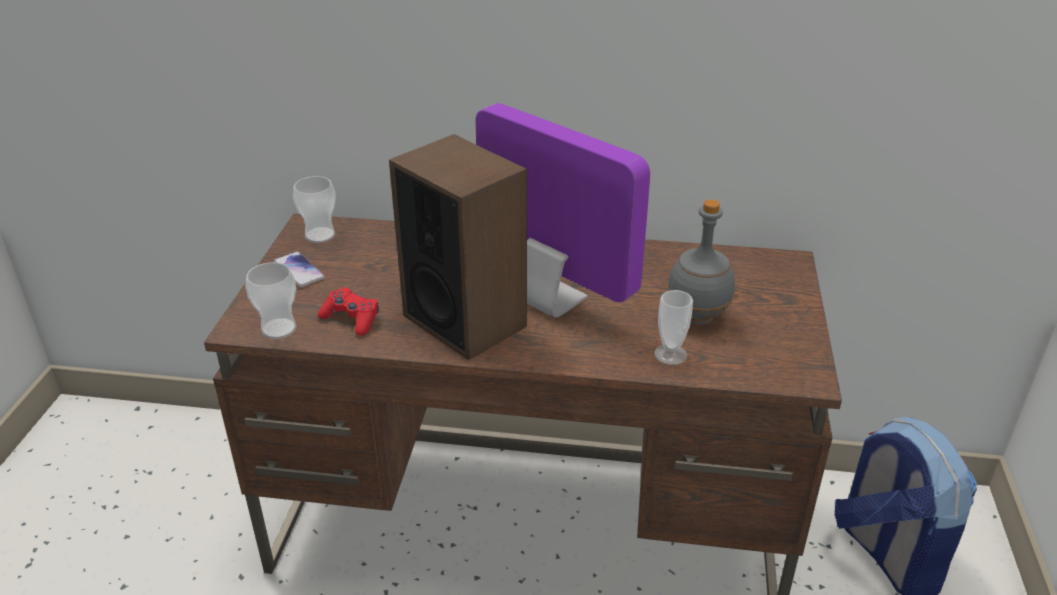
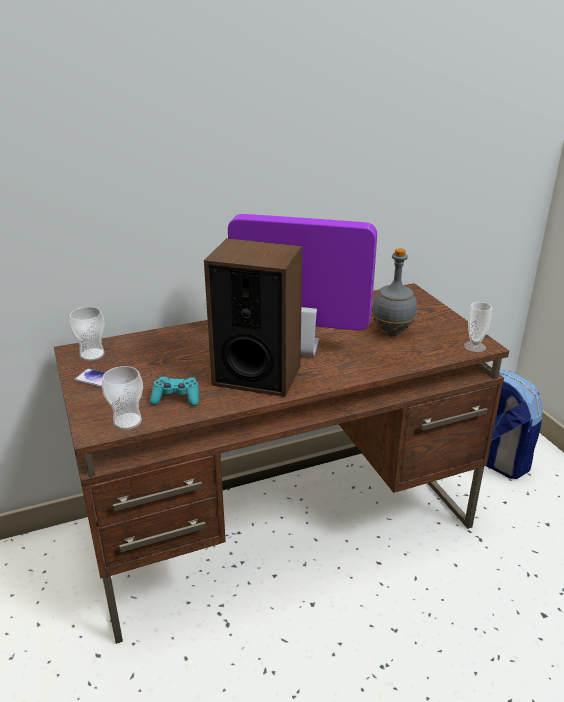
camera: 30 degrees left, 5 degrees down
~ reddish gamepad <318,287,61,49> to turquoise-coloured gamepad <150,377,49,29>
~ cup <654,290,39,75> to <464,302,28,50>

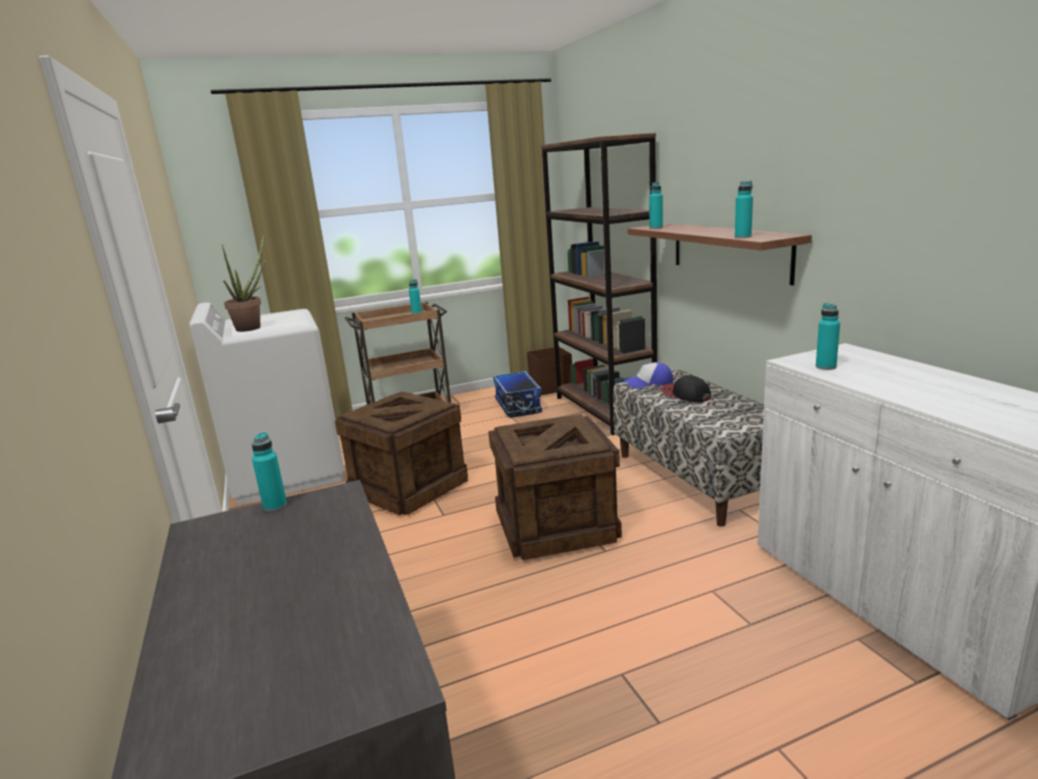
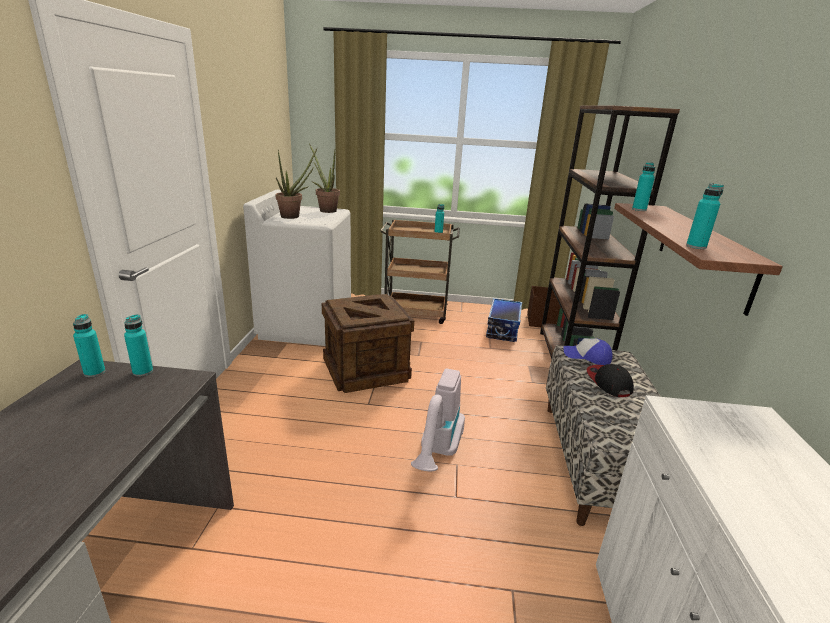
camera: 25 degrees right, 5 degrees up
~ turquoise-coloured bottle <816,303,24,67> to <73,314,32,63>
+ plant in a pot <309,143,31,70>
~ packing crate <488,414,134,146> to vacuum <411,369,54,102>

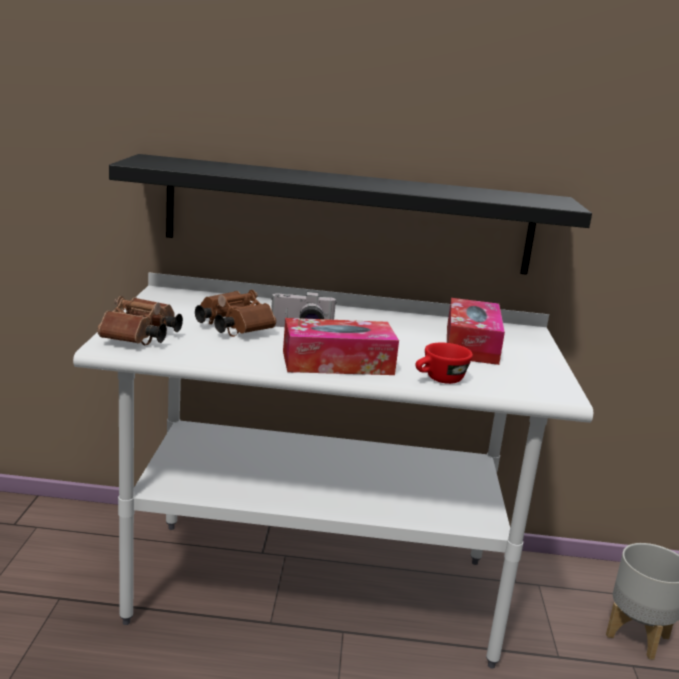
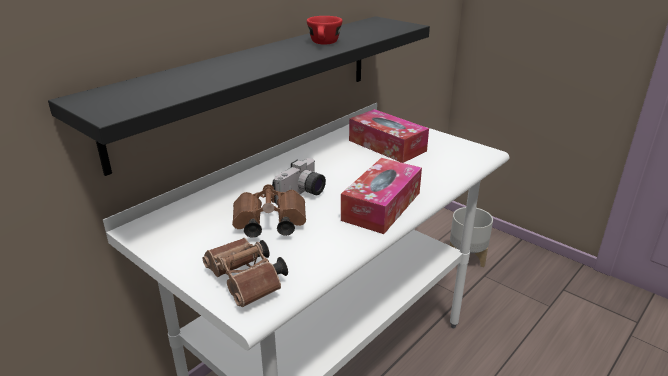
camera: 50 degrees left, 10 degrees up
~ reddish cup <416,343,57,41> to <307,16,35,29>

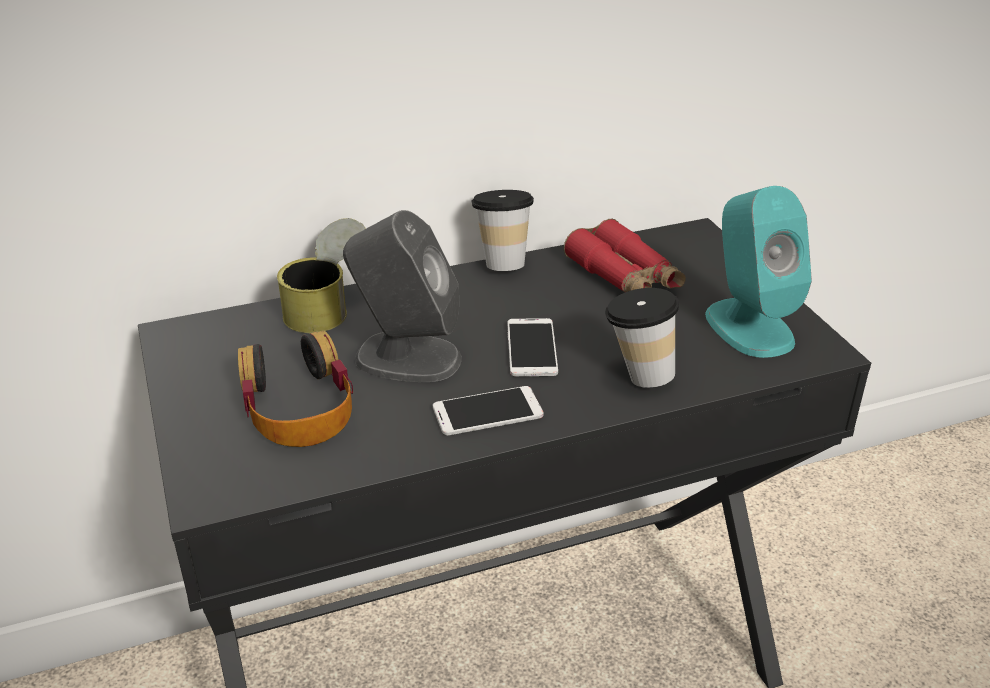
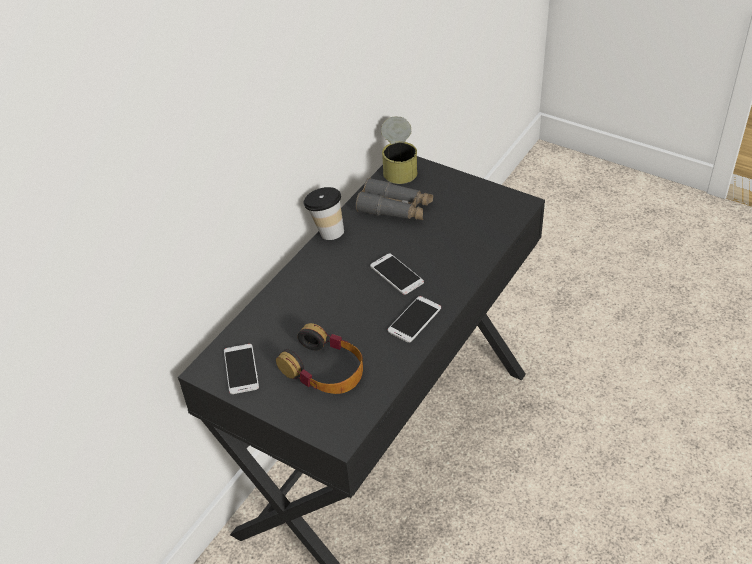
camera: 35 degrees left, 10 degrees up
+ handset <224,344,35,50>
~ reddish field glasses <564,219,122,73> to grey field glasses <356,178,77,42>
~ sealed can <277,218,89,115> to <381,116,36,68>
- grey loudspeaker <343,210,119,172>
- cup <605,288,74,100>
- turquoise-coloured loudspeaker <705,186,107,172>

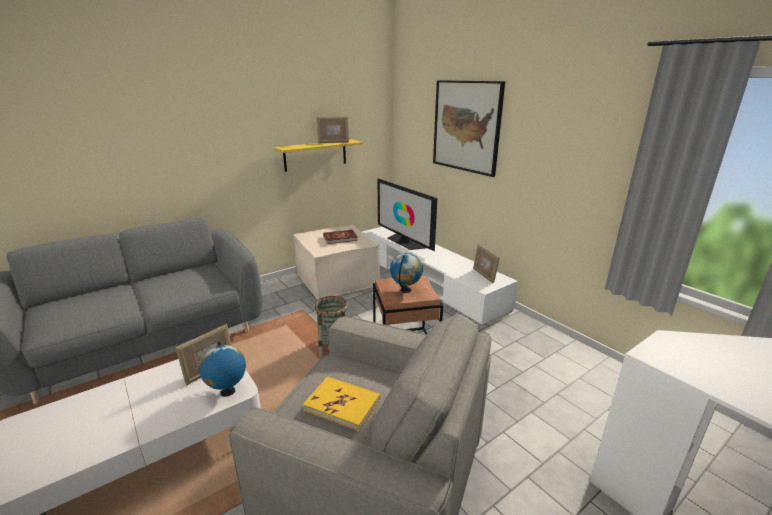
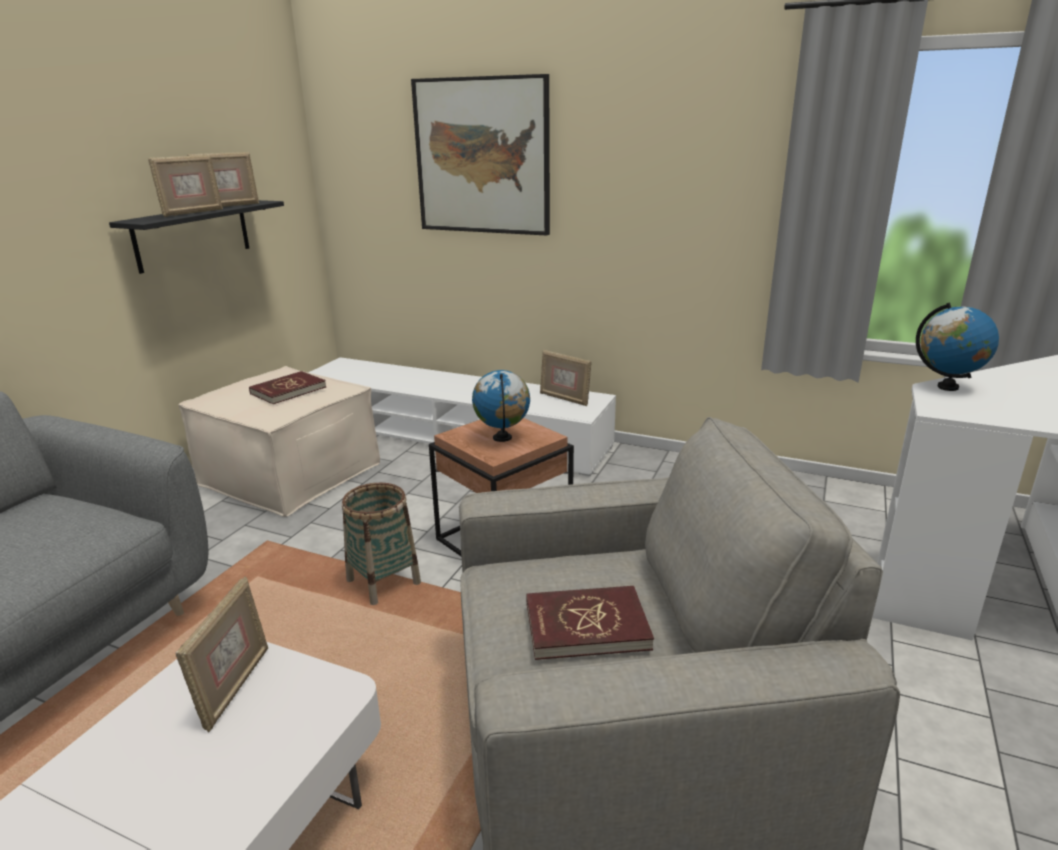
camera: 30 degrees left, 0 degrees up
~ yellowish shelf <273,140,90,32> to blackish shelf <109,200,175,74>
+ picture frame <148,155,75,62>
~ yellowish book <303,377,77,54> to reddish book <527,586,127,74>
~ globe <200,342,46,55> to <916,302,83,89>
- television <378,178,59,73>

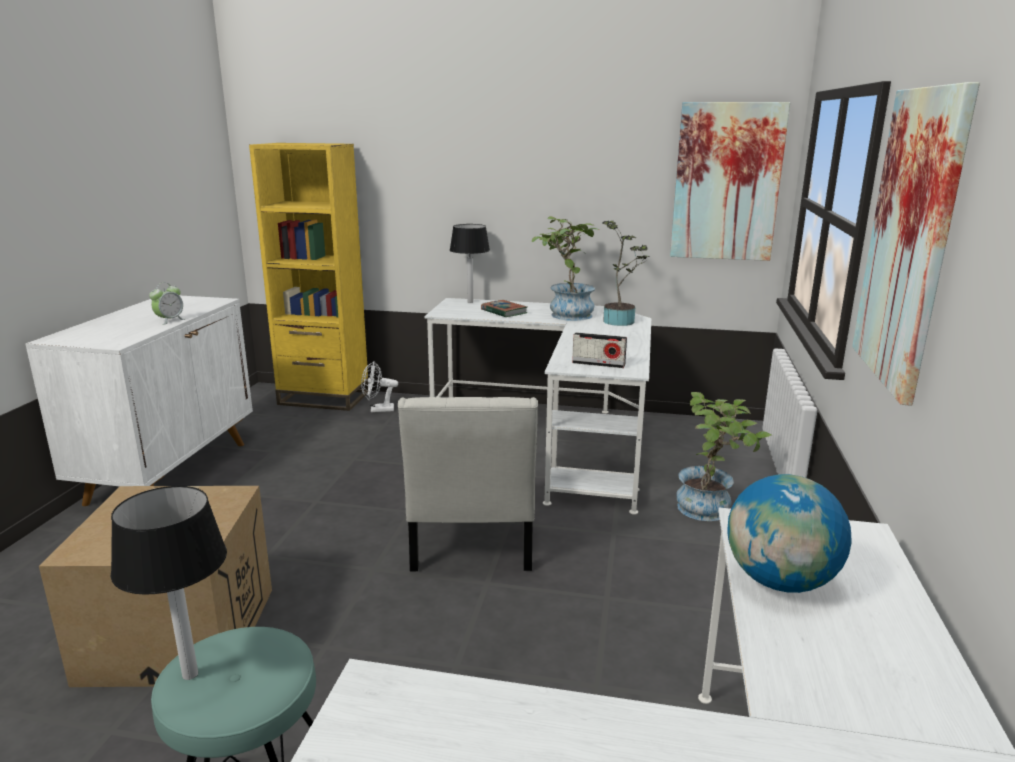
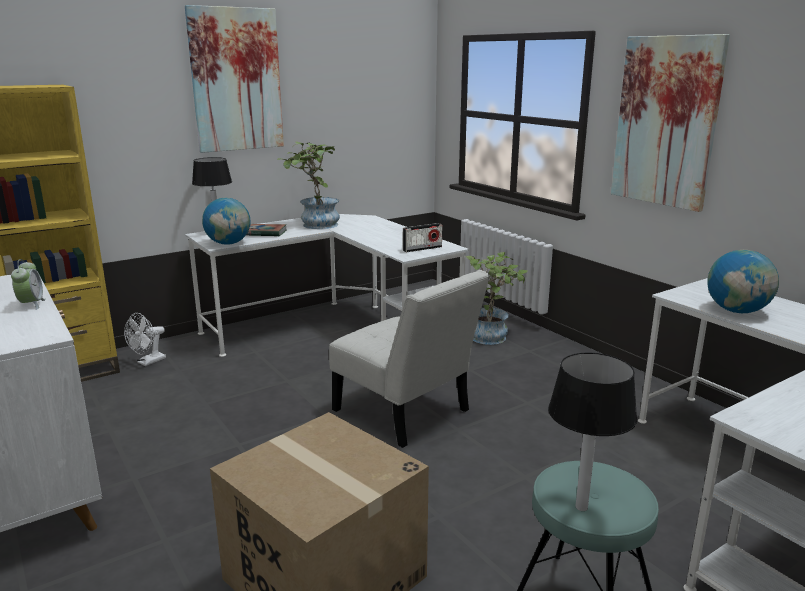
camera: 45 degrees left, 0 degrees up
~ wall picture <670,102,120,159> to <185,5,99,148>
+ globe <202,198,49,47>
- plant in a pot <603,221,48,105>

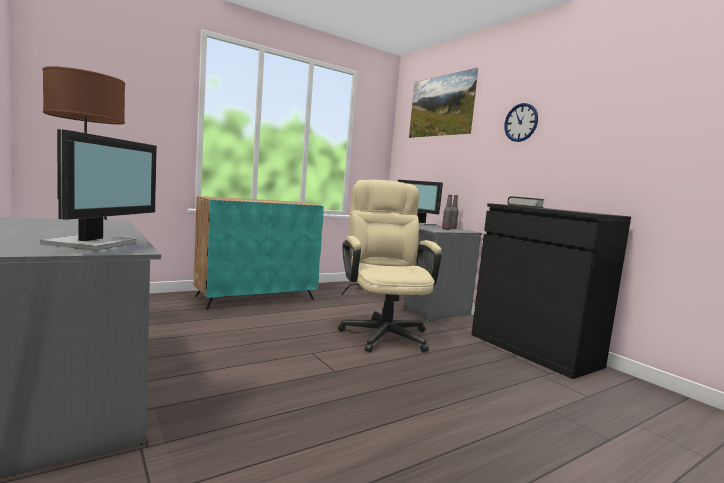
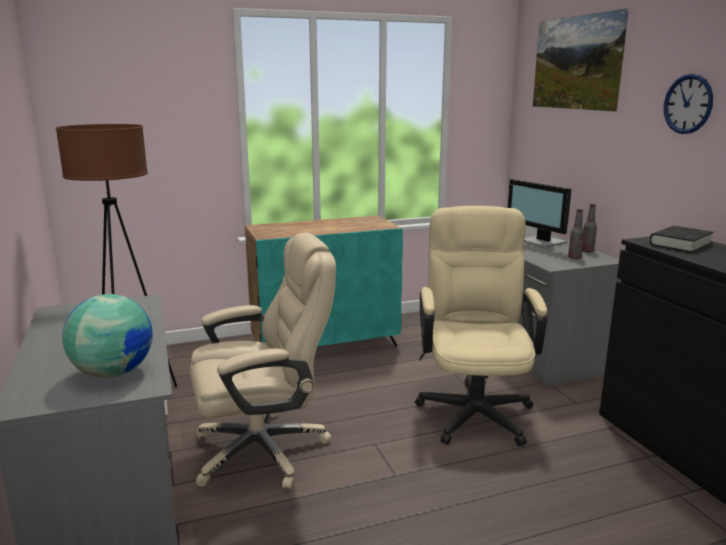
camera: 15 degrees right, 10 degrees up
~ computer display <40,129,117,121> to globe <62,294,90,84>
+ beige-coloured desk chair <190,232,146,257>

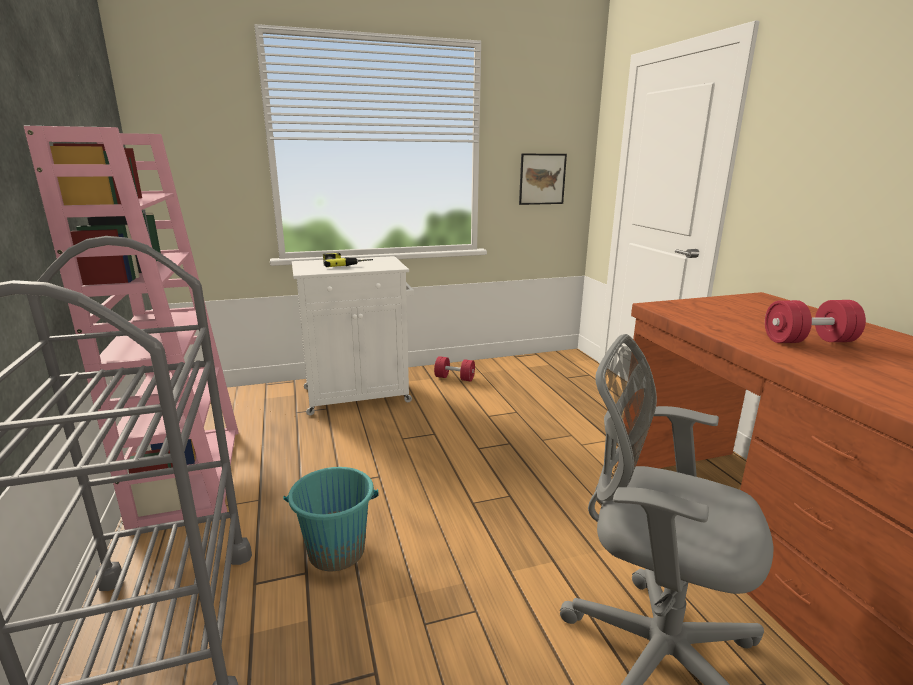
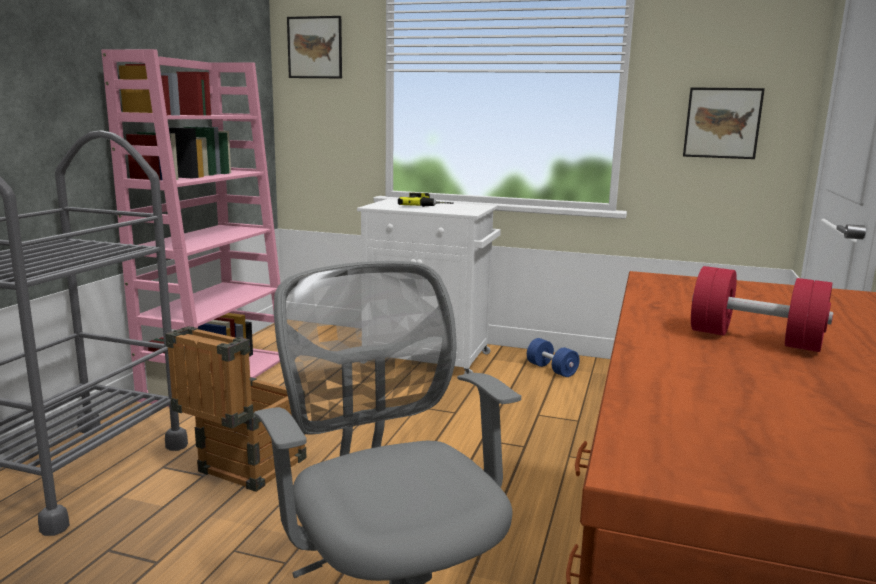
camera: 35 degrees right, 5 degrees down
~ turquoise-coloured water bucket <284,467,94,104> to packing crate <165,326,141,166>
+ wall picture <287,16,55,62>
~ reddish dumbbell <434,356,41,25> to bluish dumbbell <527,338,53,39>

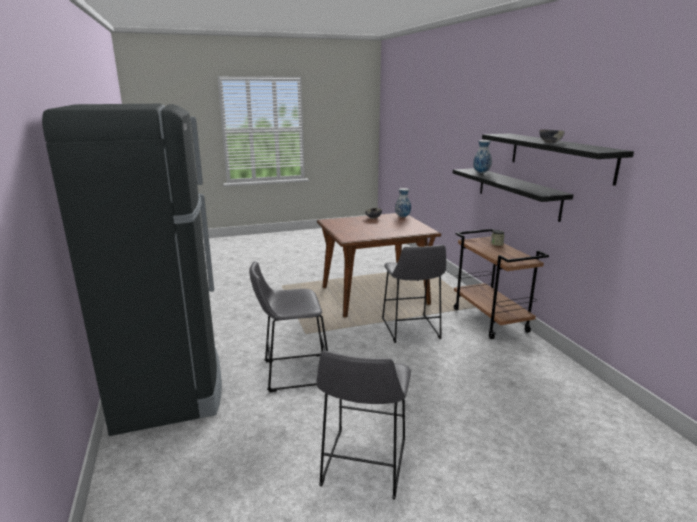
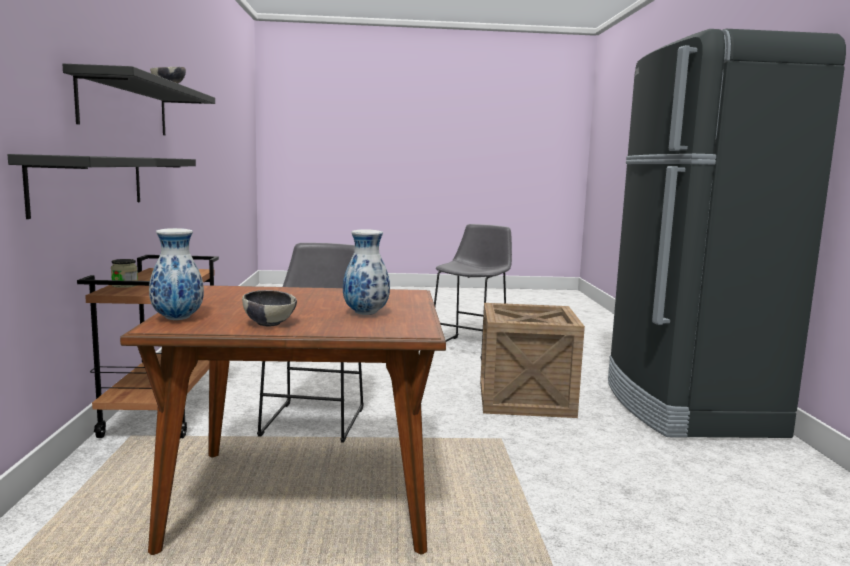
camera: 165 degrees left, 10 degrees down
~ flower vase <473,140,19,33> to <343,229,47,86>
~ grey sitting stool <249,261,79,131> to packing crate <480,303,105,115>

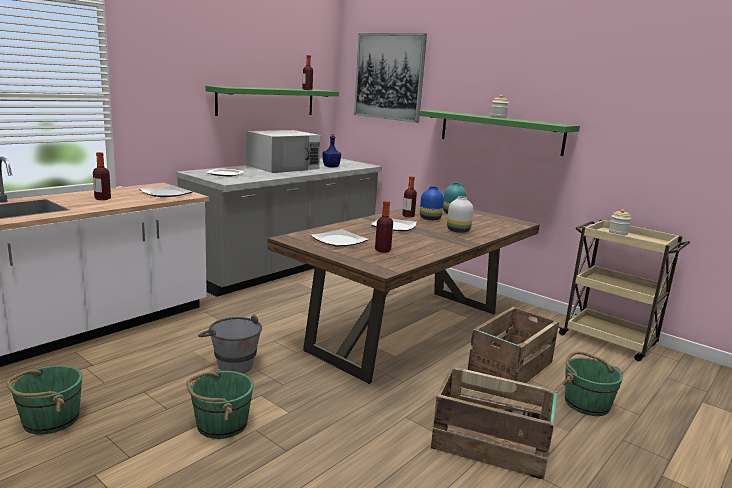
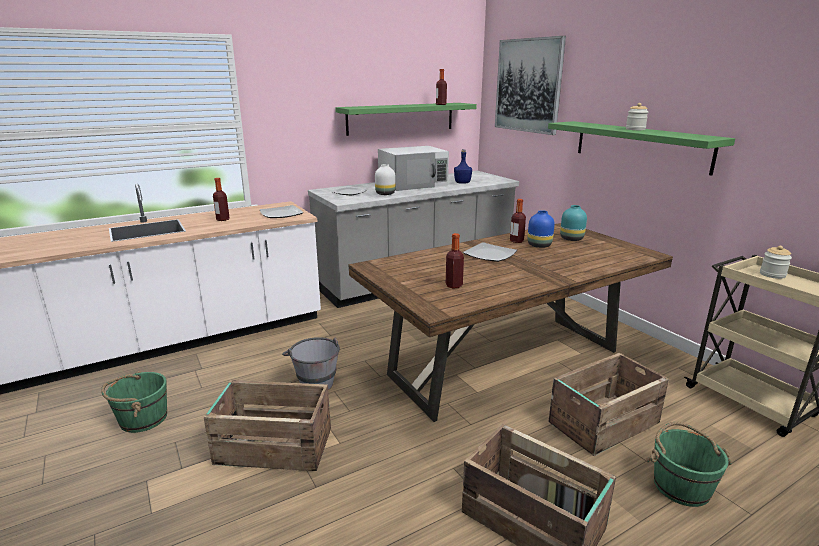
camera: 20 degrees right, 5 degrees up
~ green water bucket <187,369,66,70> to packing crate <204,380,127,91>
~ whitish flower vase <447,196,26,37> to <375,164,21,31>
- dinner plate <310,229,59,18>

